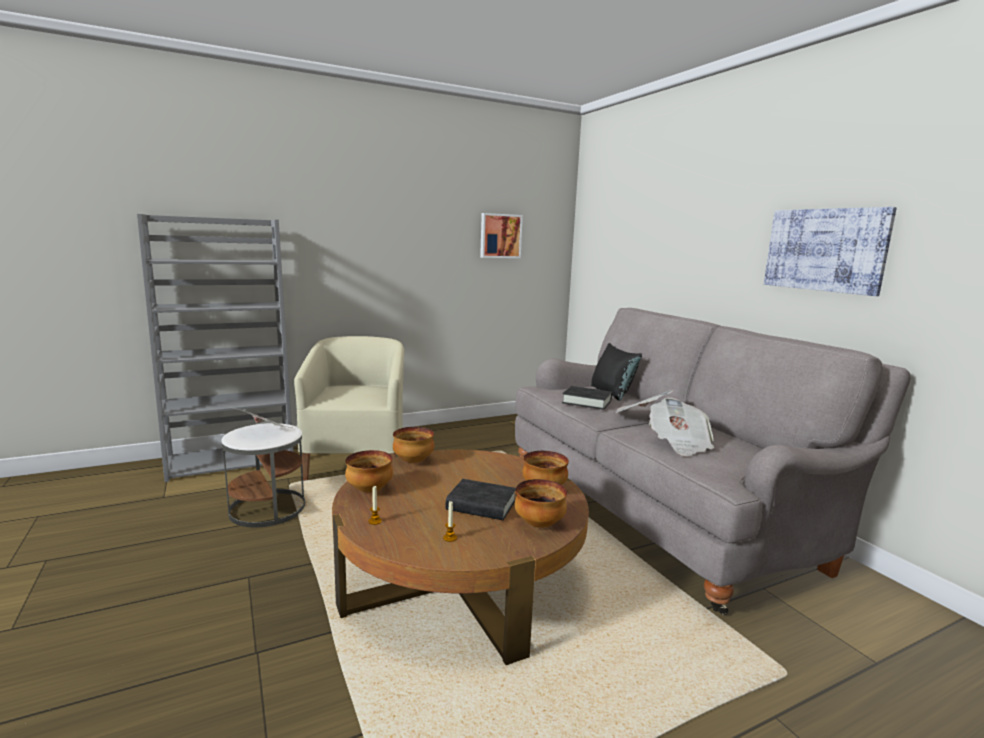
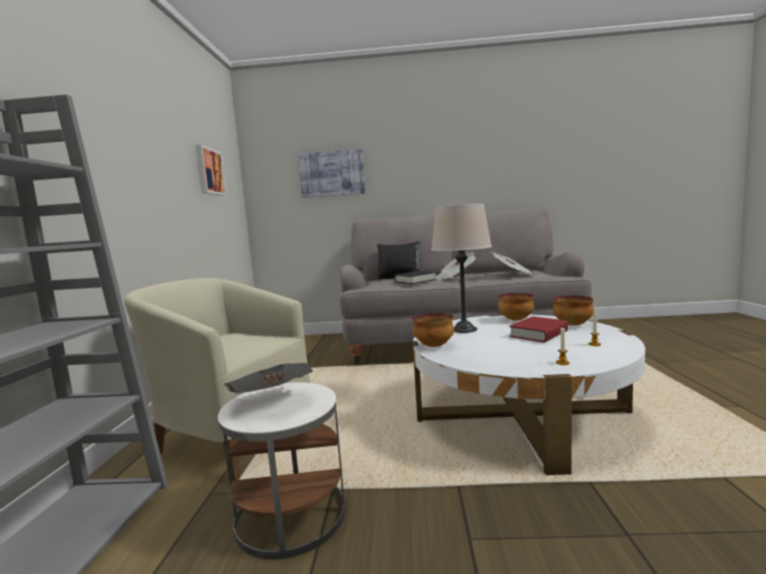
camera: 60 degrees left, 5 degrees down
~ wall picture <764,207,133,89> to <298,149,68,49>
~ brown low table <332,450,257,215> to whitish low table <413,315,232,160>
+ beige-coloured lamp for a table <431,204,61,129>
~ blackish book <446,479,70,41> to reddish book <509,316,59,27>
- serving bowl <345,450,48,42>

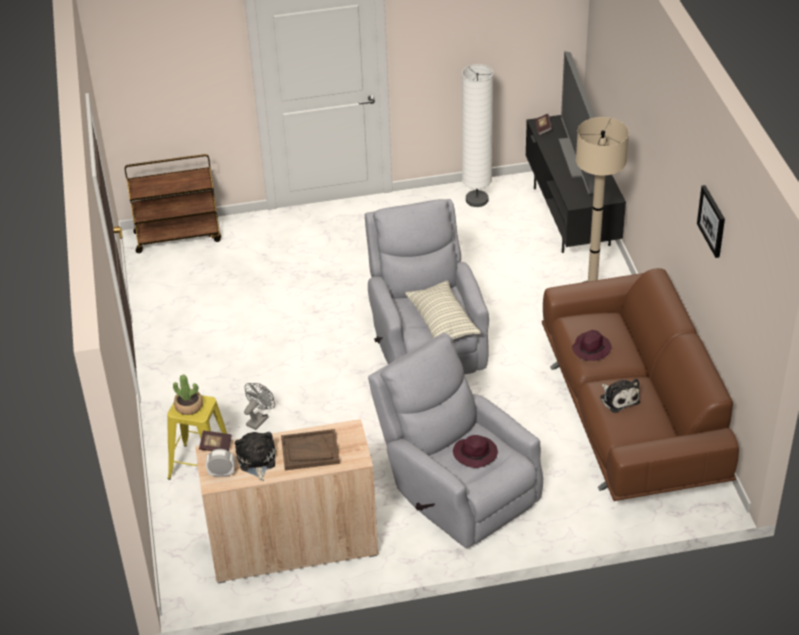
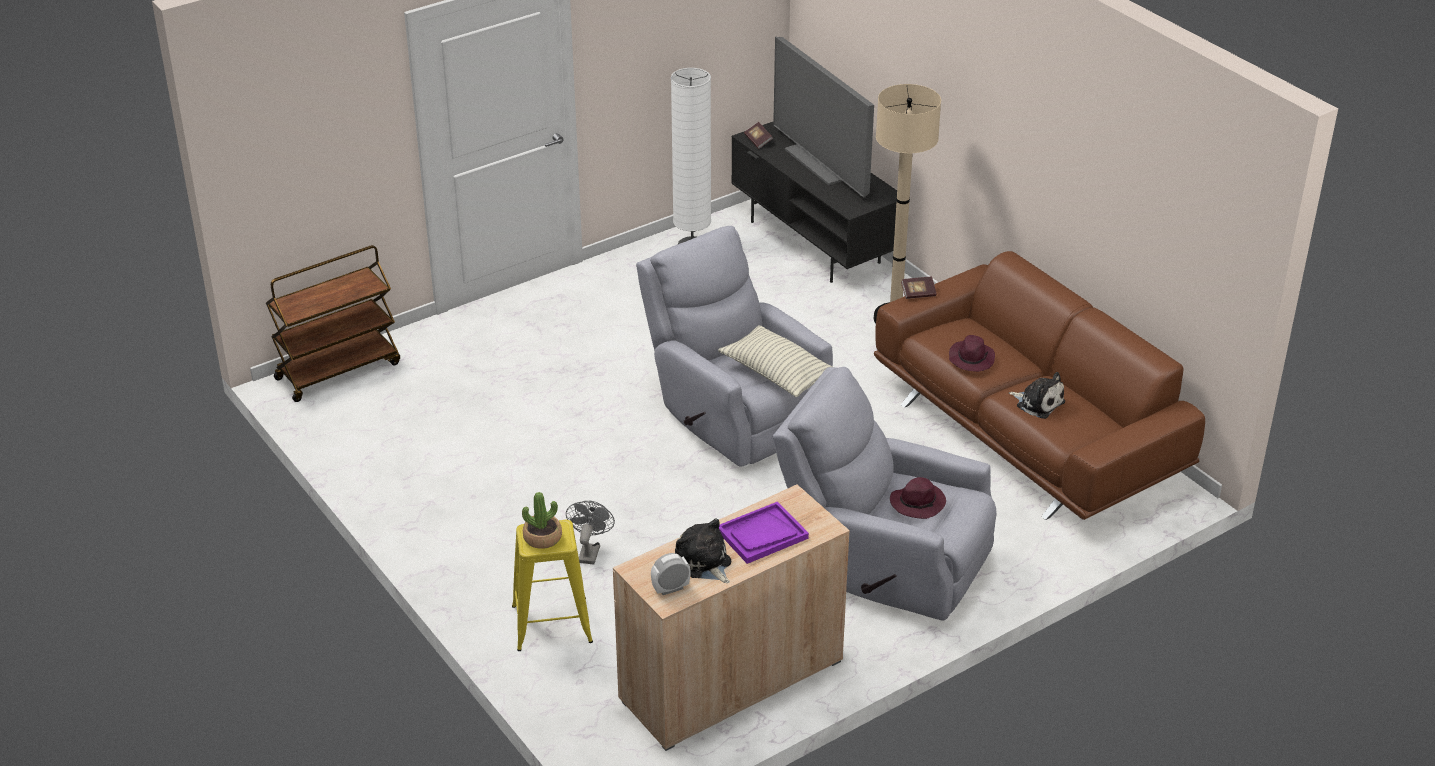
camera: 25 degrees left, 5 degrees down
~ brown carrying tray <281,429,59,41> to purplish carrying tray <719,502,90,62>
~ book <199,430,33,21> to <901,277,36,22>
- wall picture <697,185,28,73>

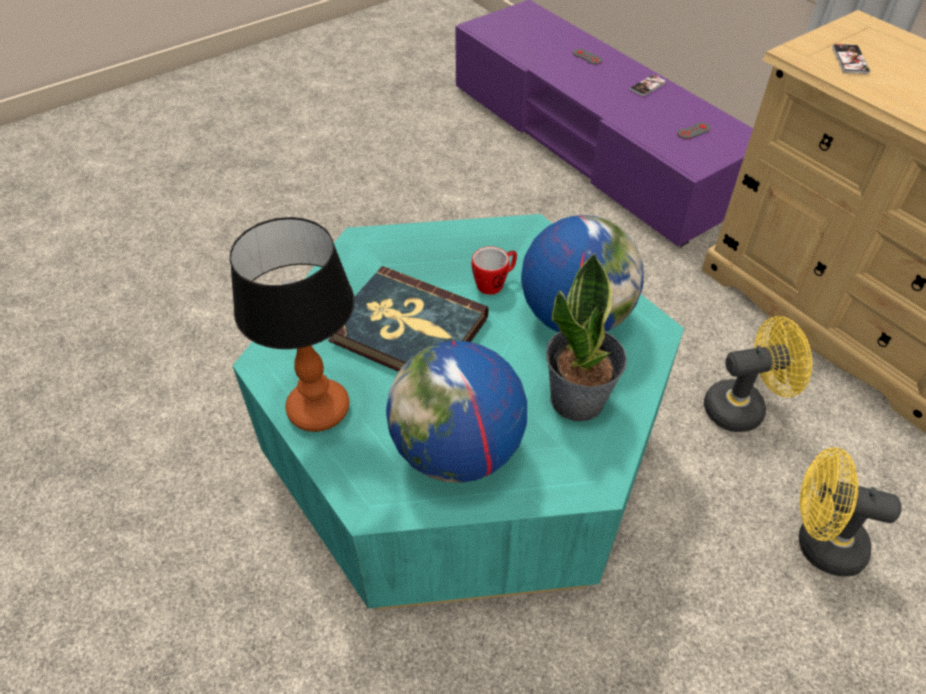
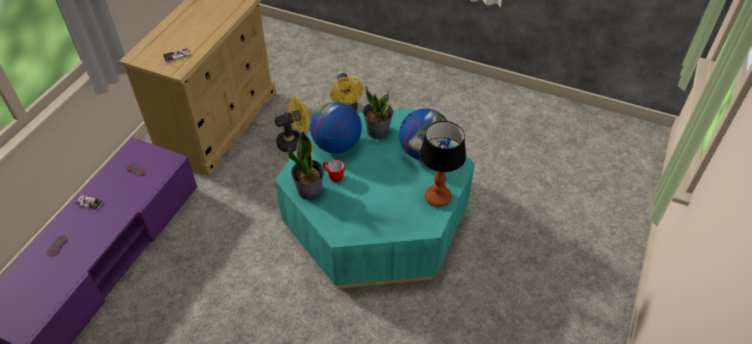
camera: 120 degrees left, 0 degrees up
~ yellowish fan <704,316,108,116> = <275,98,34,54> 105 degrees clockwise
+ plant in a pot <288,131,36,69>
- book <328,266,161,106>

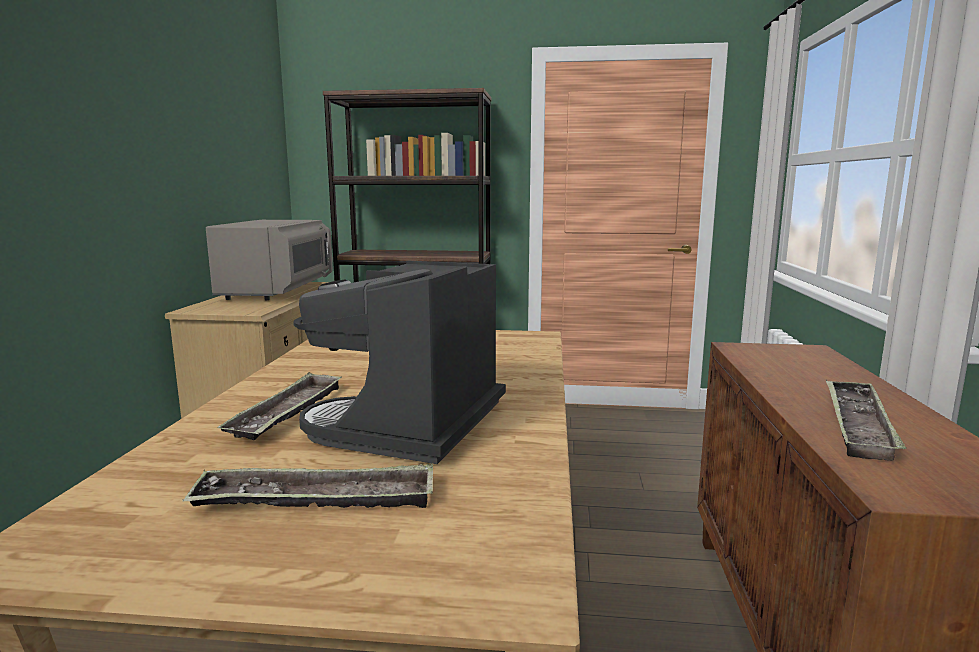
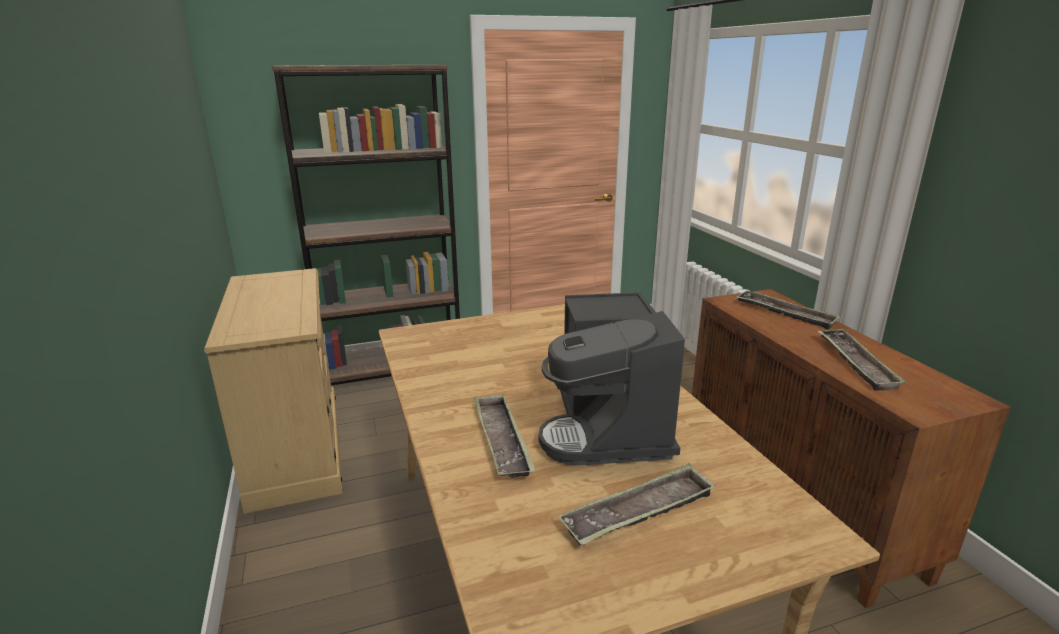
camera: 25 degrees left, 10 degrees up
+ carrying tray <737,290,104,39>
- grey kitchen microwave <206,220,127,80>

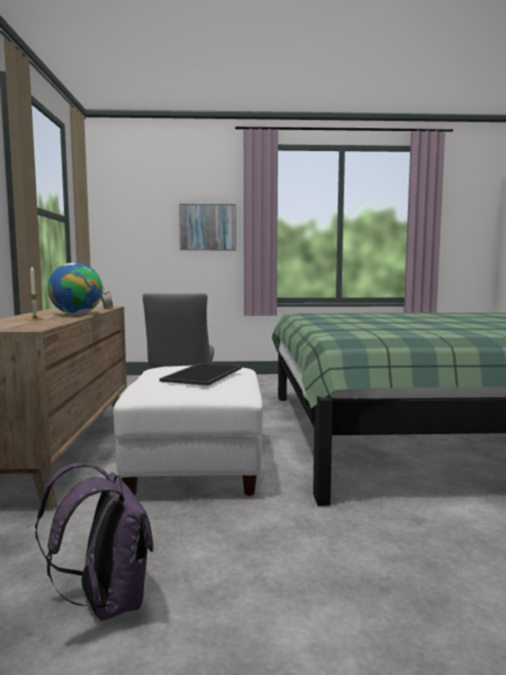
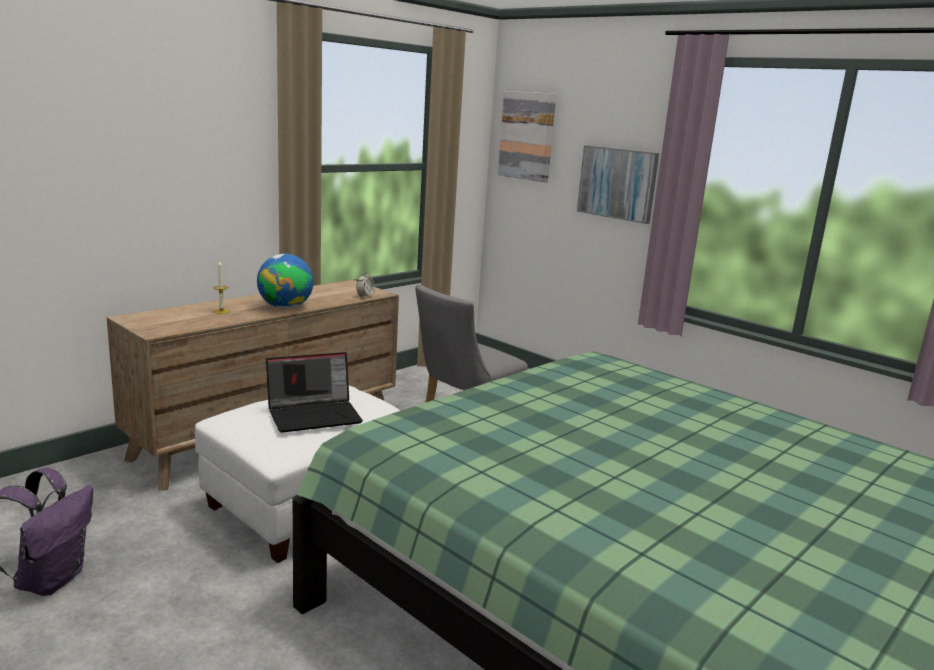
camera: 45 degrees right, 10 degrees up
~ carrying tray <159,363,83,23> to notebook computer <266,352,97,81>
+ wall picture <498,91,58,91>

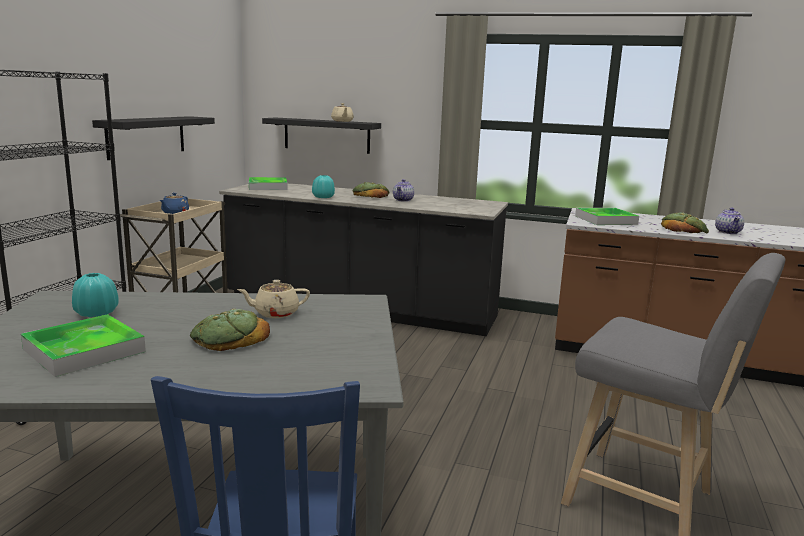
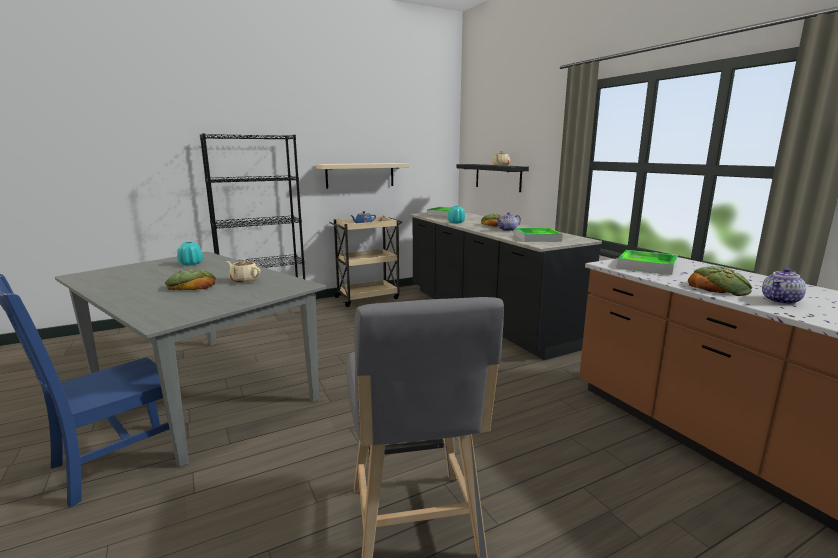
camera: 45 degrees right, 0 degrees up
~ blackish shelf <92,116,123,44> to beige-coloured shelf <316,163,93,26>
~ carrying tray <21,314,125,63> to <515,228,48,14>

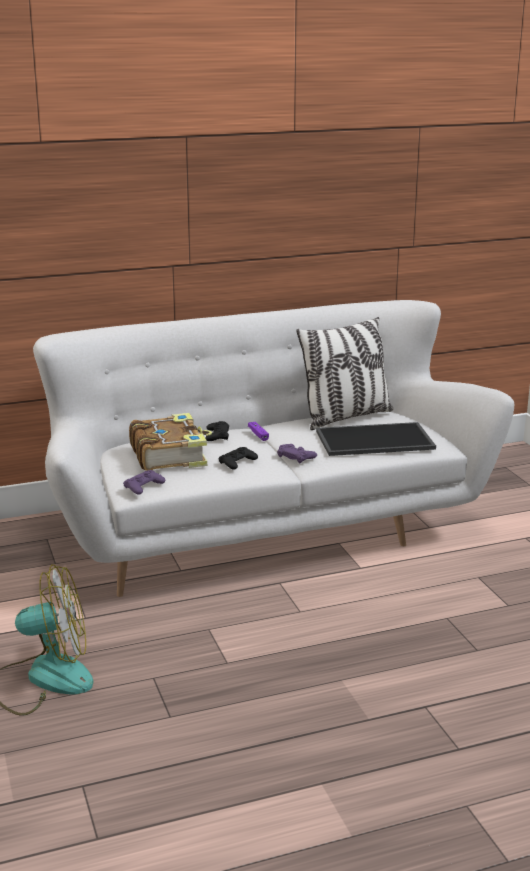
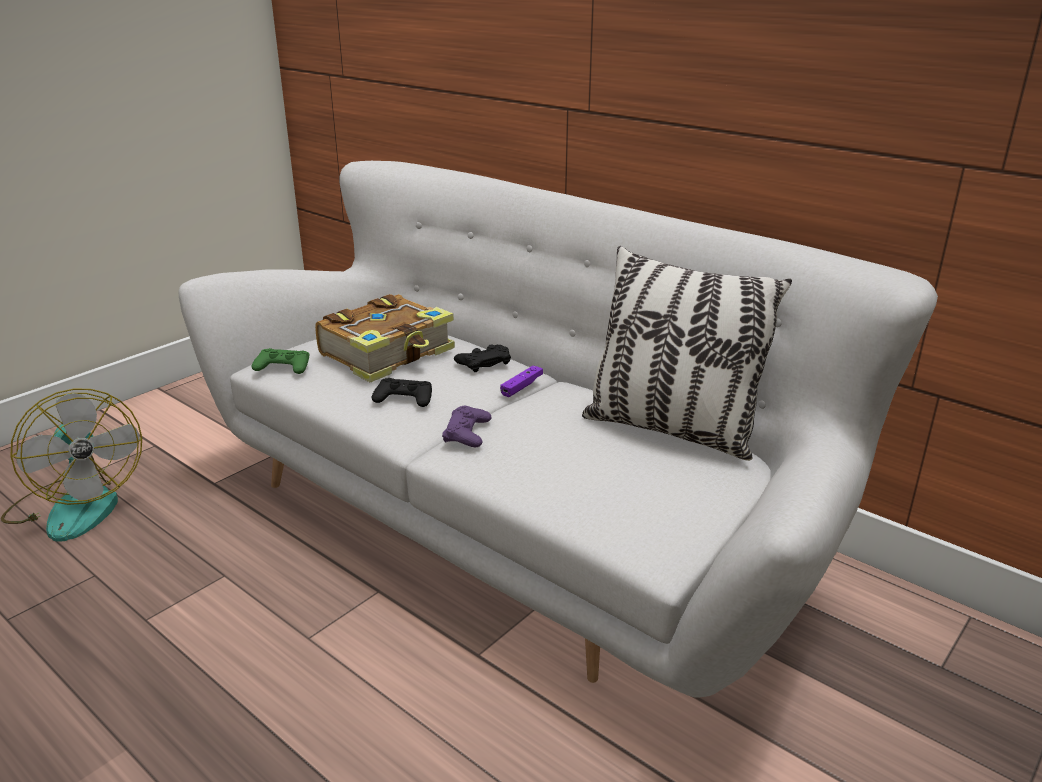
camera: 60 degrees right, 5 degrees up
~ purplish gamepad <123,470,42,25> to green gamepad <252,348,57,26>
- carrying tray <316,422,120,34>

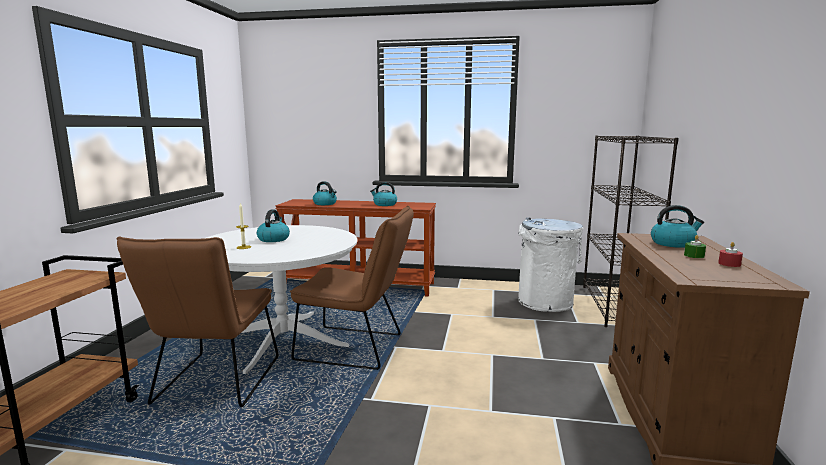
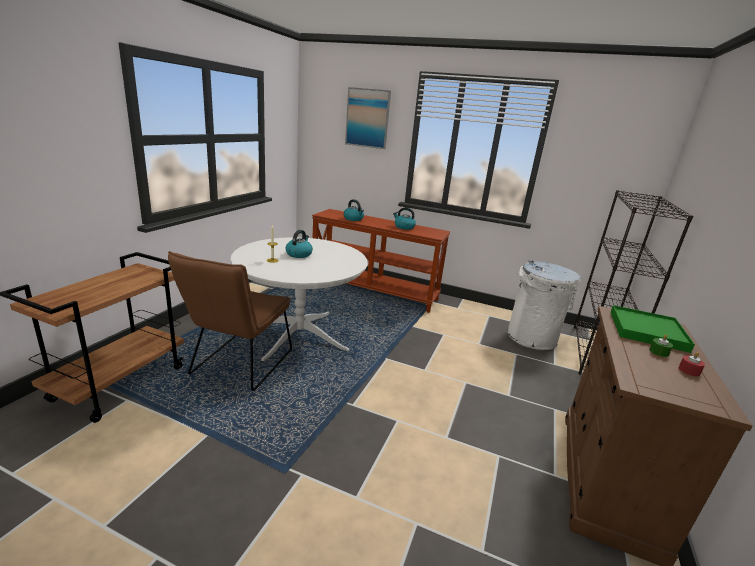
camera: 10 degrees right, 10 degrees up
+ wall picture <345,87,46,62>
~ tea kettle <651,205,53,43> to green carrying tray <610,305,85,48>
- brown chair <290,206,124,164>

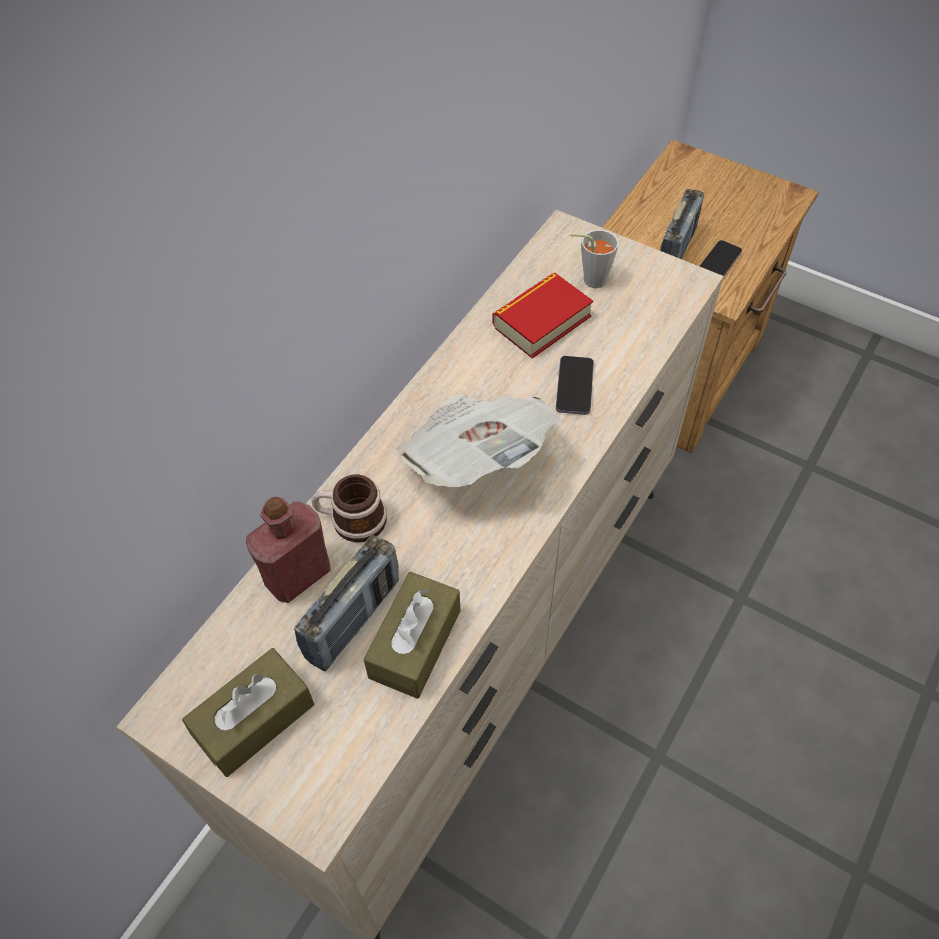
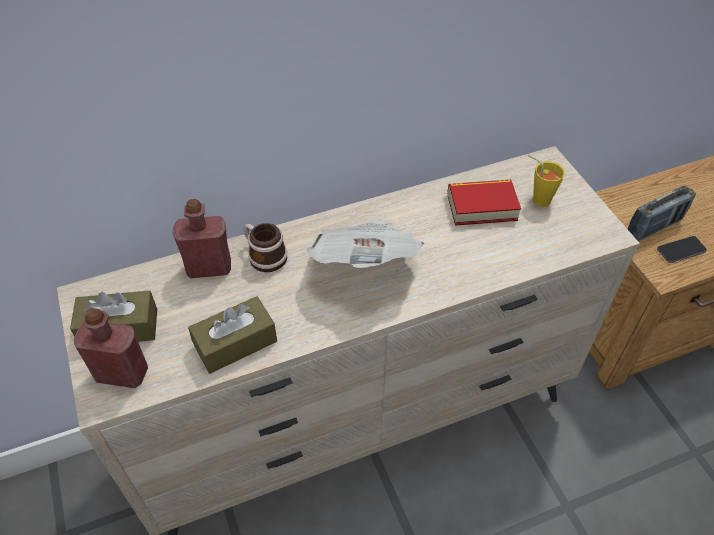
camera: 35 degrees right, 5 degrees down
+ reddish bottle <74,308,74,80>
~ grey cup <570,229,49,59> to yellowish cup <528,154,37,53>
- radio receiver <294,535,105,136>
- handset <556,356,38,59>

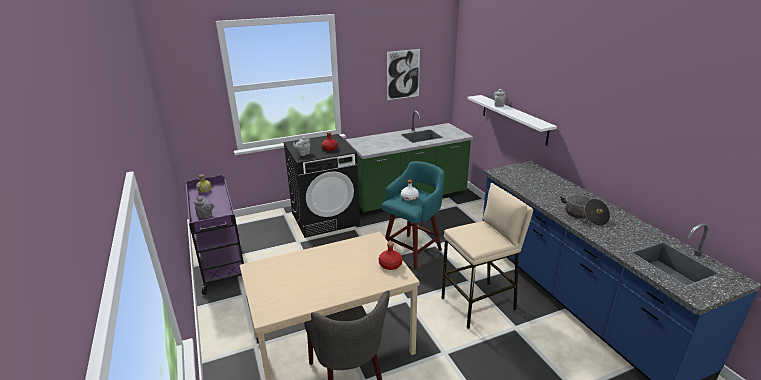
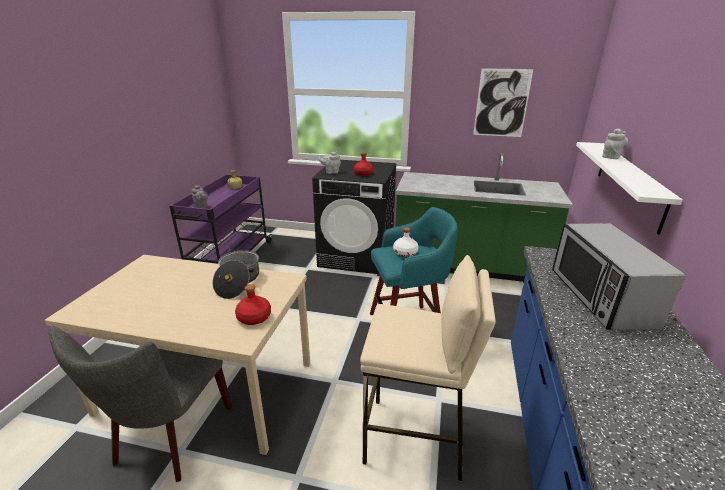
camera: 35 degrees right, 0 degrees up
~ stockpot <560,193,50,33> to <212,248,47,51>
+ kitchen microwave <552,223,134,107>

